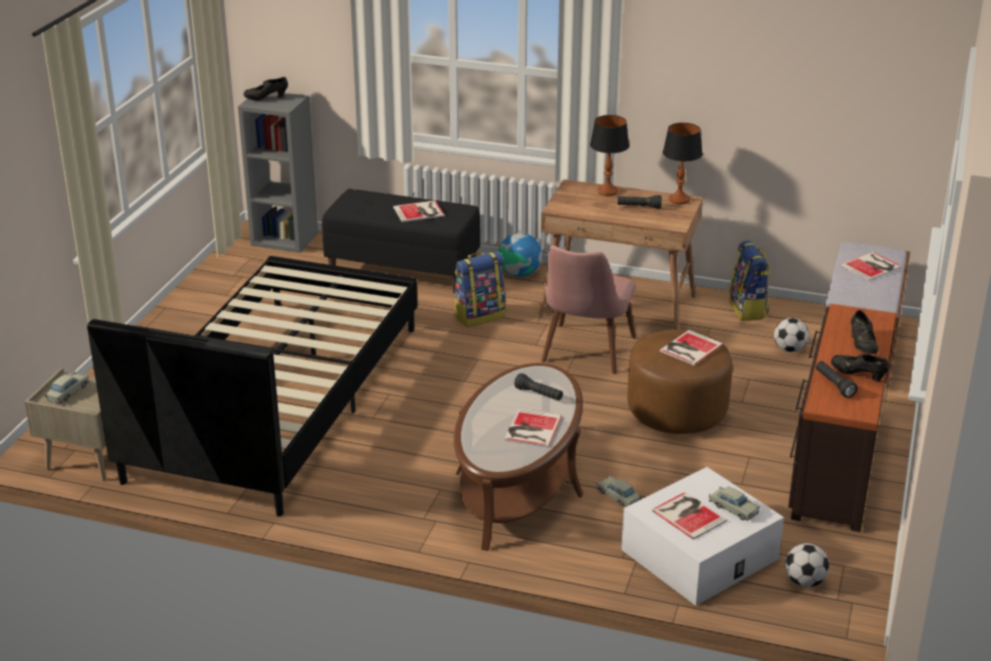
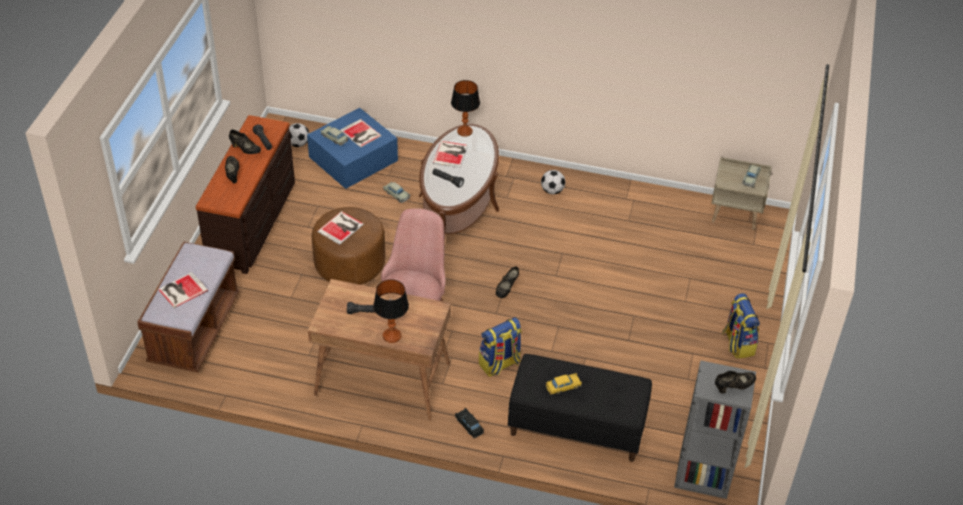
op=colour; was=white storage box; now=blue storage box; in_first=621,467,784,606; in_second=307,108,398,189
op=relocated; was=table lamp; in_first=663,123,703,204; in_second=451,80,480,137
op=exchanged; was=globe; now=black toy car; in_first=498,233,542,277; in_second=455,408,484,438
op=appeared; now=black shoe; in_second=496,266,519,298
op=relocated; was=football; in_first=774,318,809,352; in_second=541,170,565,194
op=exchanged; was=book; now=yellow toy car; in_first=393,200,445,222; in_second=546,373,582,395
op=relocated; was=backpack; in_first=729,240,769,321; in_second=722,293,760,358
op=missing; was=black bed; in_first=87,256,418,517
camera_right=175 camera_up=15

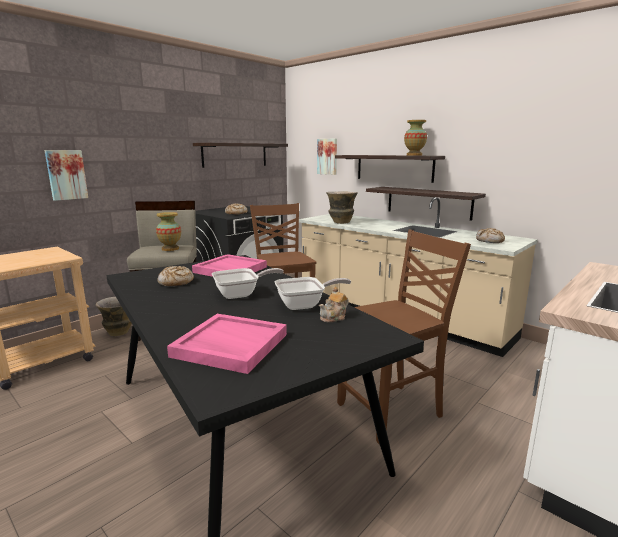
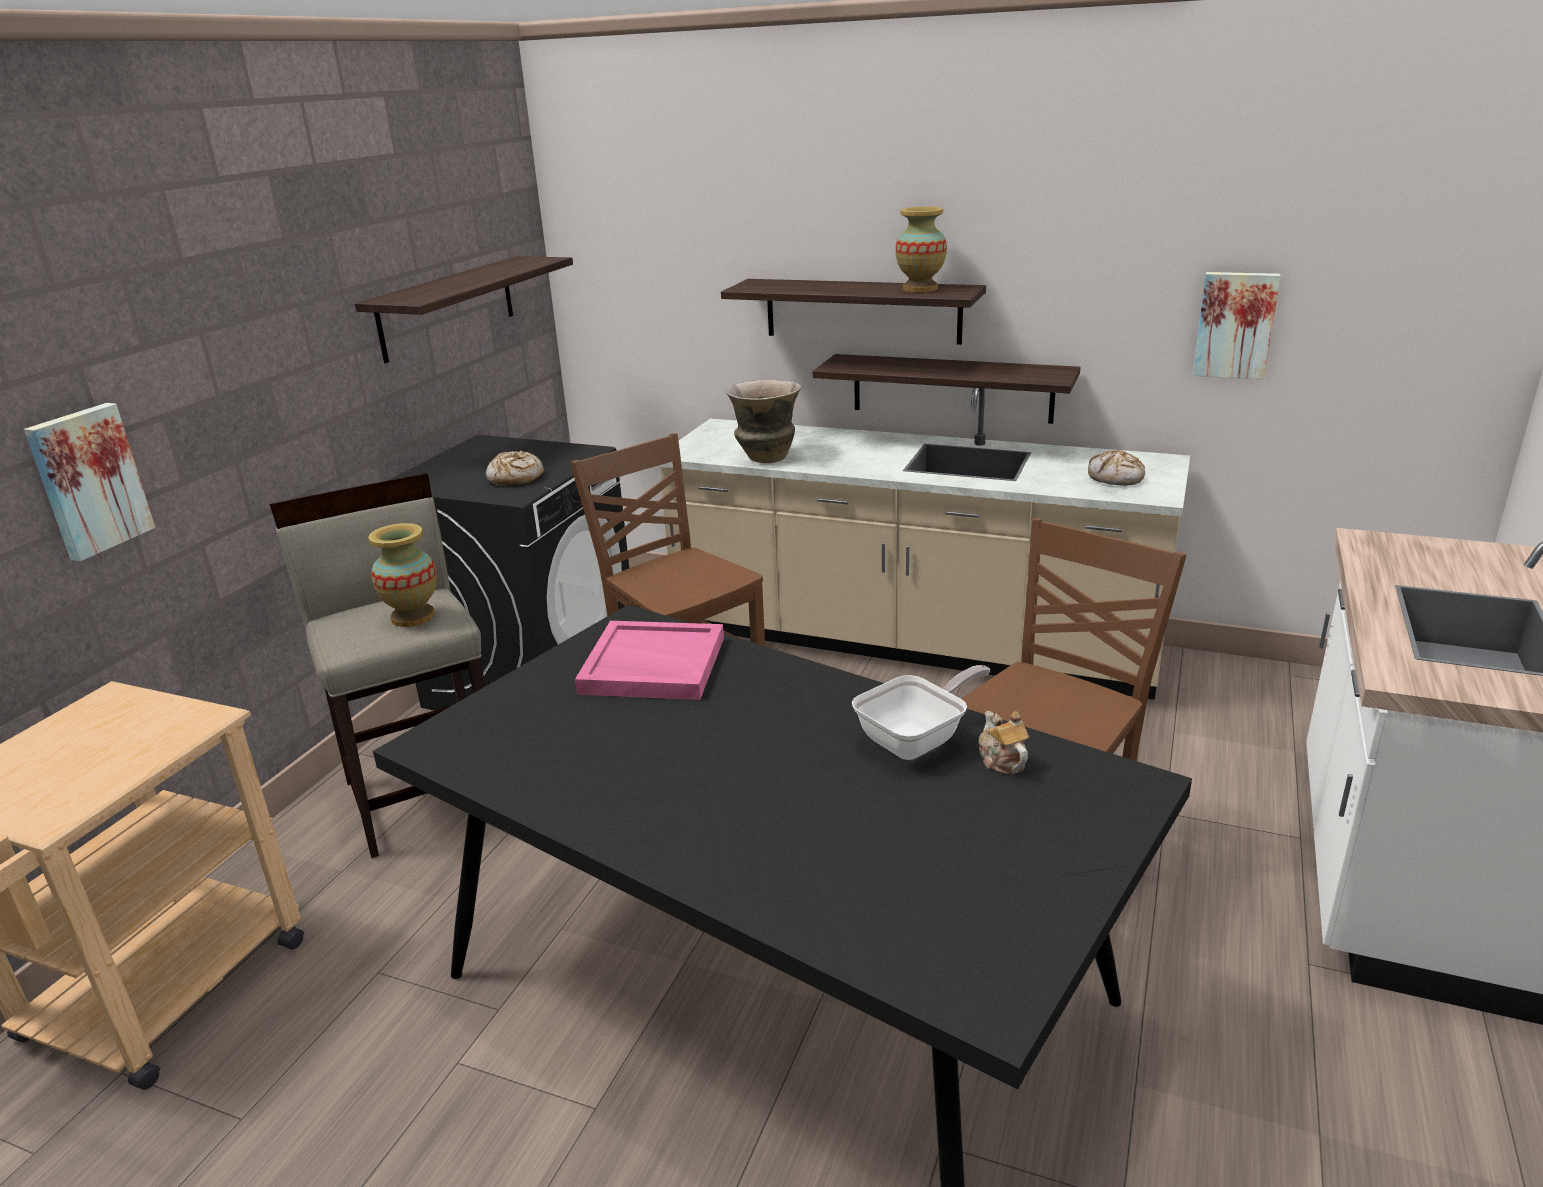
op=spun; was=teapot; in_first=319,287,349,323; in_second=978,711,1029,774; clockwise=135
op=relocated; was=picture; in_first=317,139,337,175; in_second=1193,272,1281,379
op=missing; was=vase; in_first=95,297,132,336
op=missing; was=bread; in_first=157,266,194,286
op=missing; was=pink tray; in_first=167,314,287,374
op=missing; was=frying pan; in_first=212,268,284,299
camera_right=-20 camera_up=10

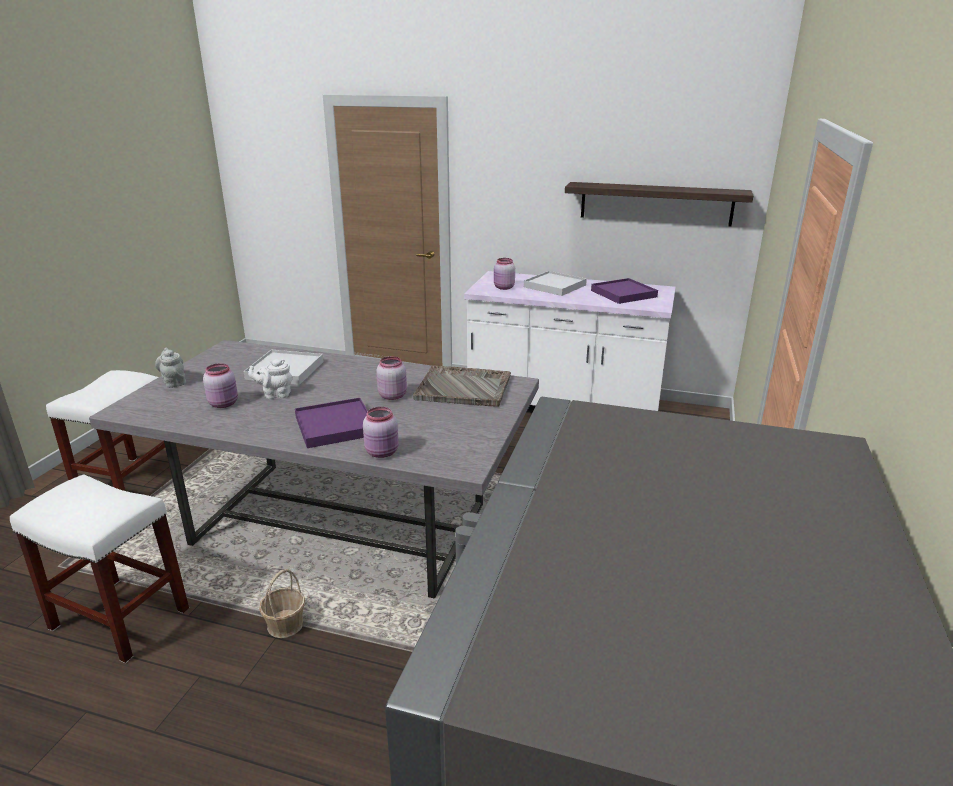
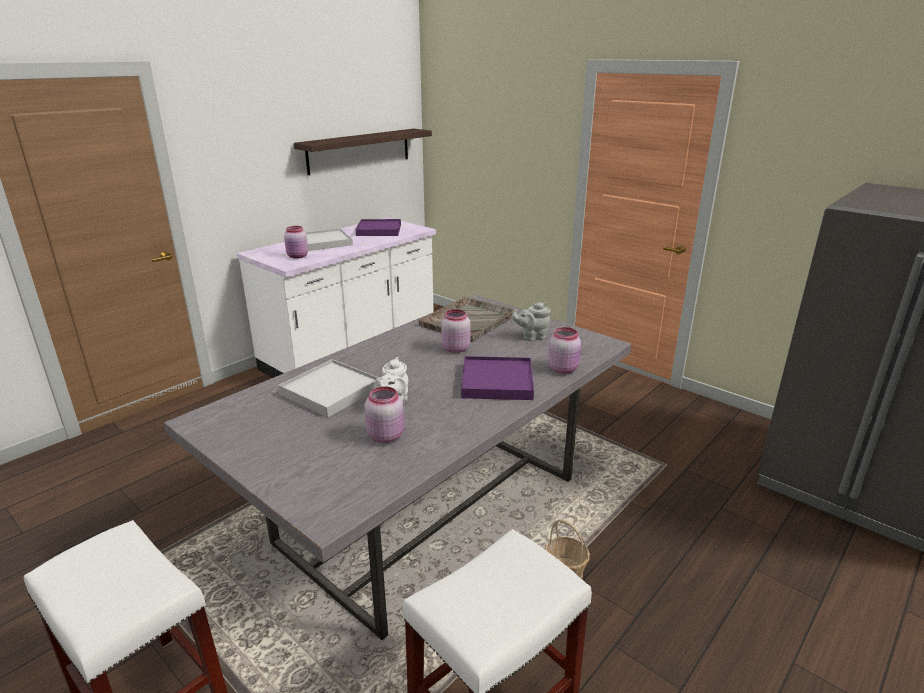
op=relocated; was=grey teapot; in_first=155,348,186,388; in_second=512,302,551,341
camera_right=-65 camera_up=0

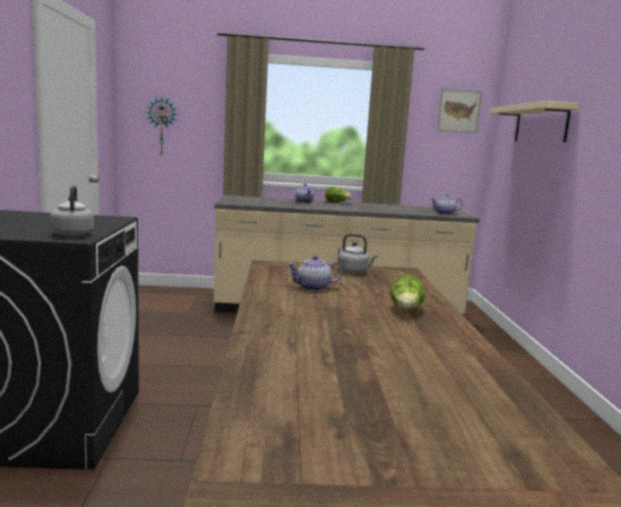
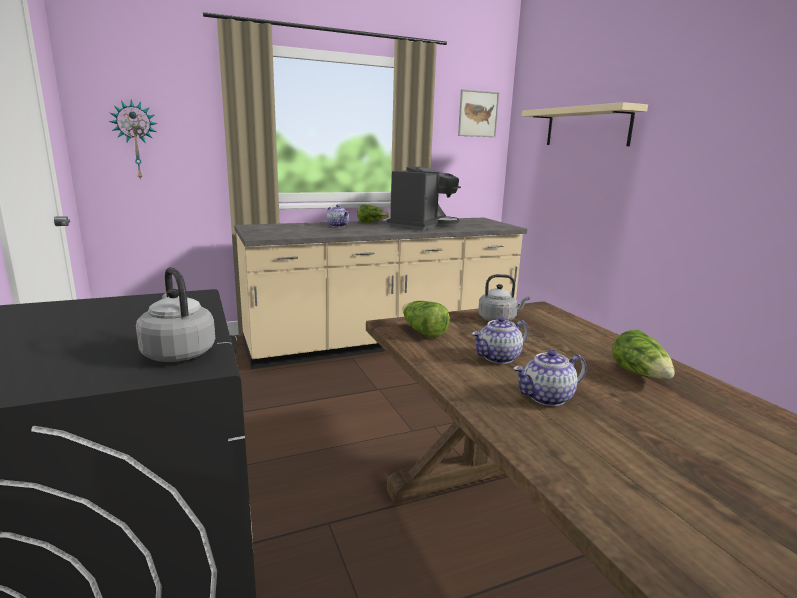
op=appeared; now=coffee machine; in_second=387,167,461,230
op=appeared; now=lettuce; in_second=402,301,450,339
op=relocated; was=teapot; in_first=431,194,463,215; in_second=513,350,587,406
camera_right=-20 camera_up=5

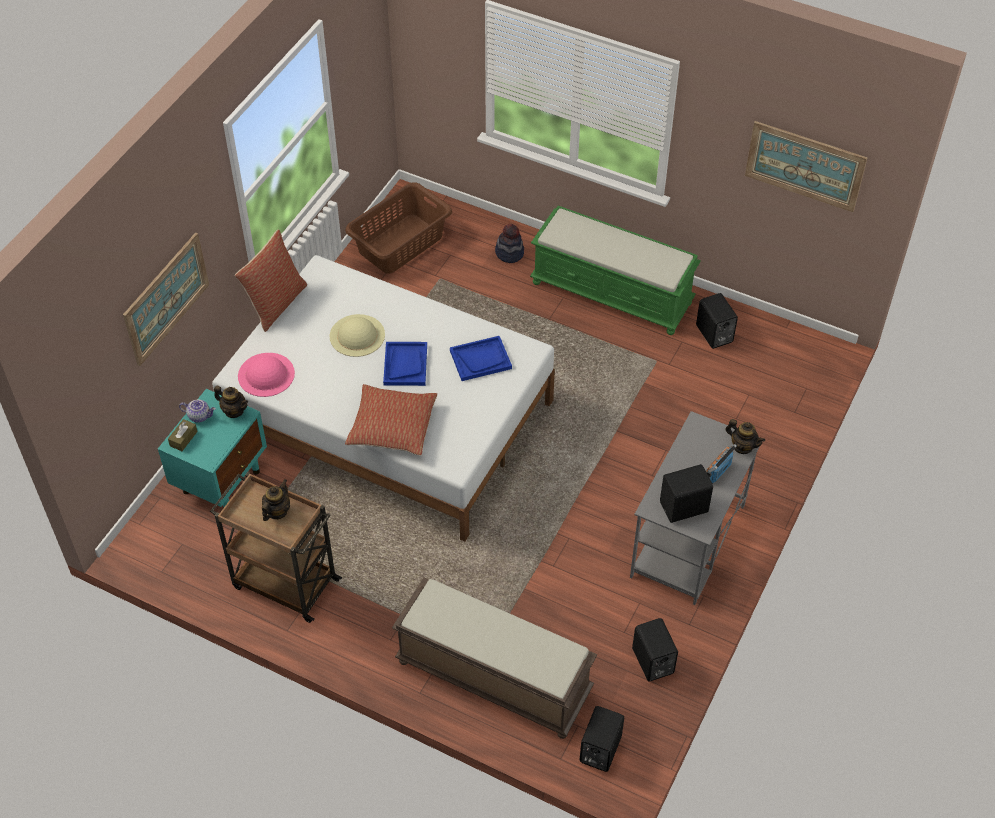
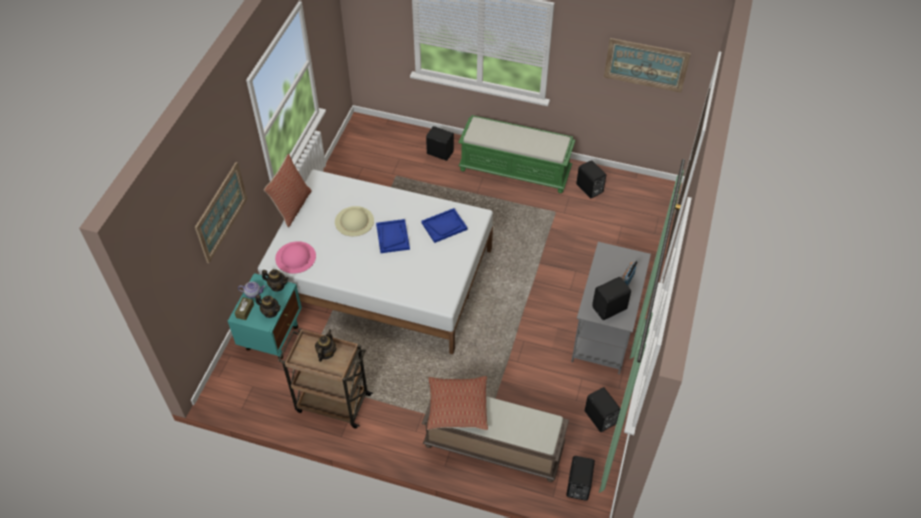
op=relocated; was=teapot; in_first=726,419,765,454; in_second=255,295,281,318
op=exchanged; was=hat; now=black speaker; in_first=495,224,524,263; in_second=426,126,454,161
op=relocated; was=pillow; in_first=345,384,437,455; in_second=427,376,488,430
op=missing; was=brown laundry basket; in_first=345,182,452,274
camera_right=-10 camera_up=0

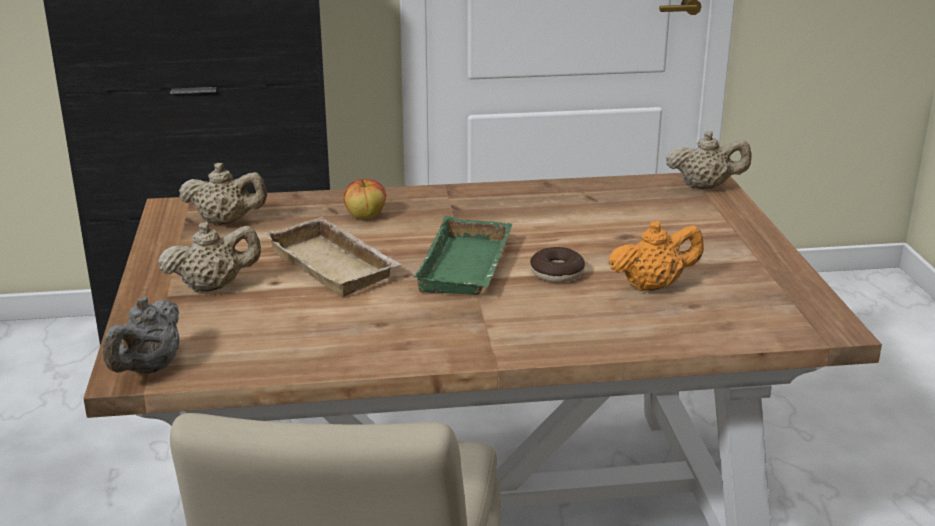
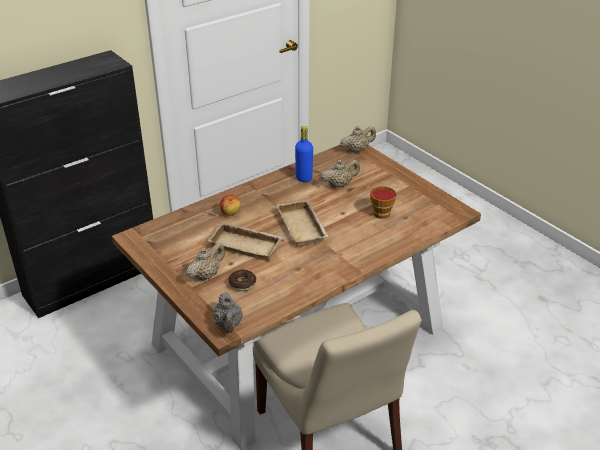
op=relocated; was=donut; in_first=530,247,585,283; in_second=228,270,256,291
op=colour; was=green tray; now=beige tray; in_first=413,216,512,295; in_second=276,200,329,247
op=appeared; now=blue bottle; in_second=295,126,313,182
op=relocated; was=beige teapot; in_first=179,163,267,225; in_second=321,160,360,188
op=exchanged; was=orange teapot; now=cup; in_first=609,221,704,291; in_second=370,186,397,219
camera_right=-30 camera_up=10

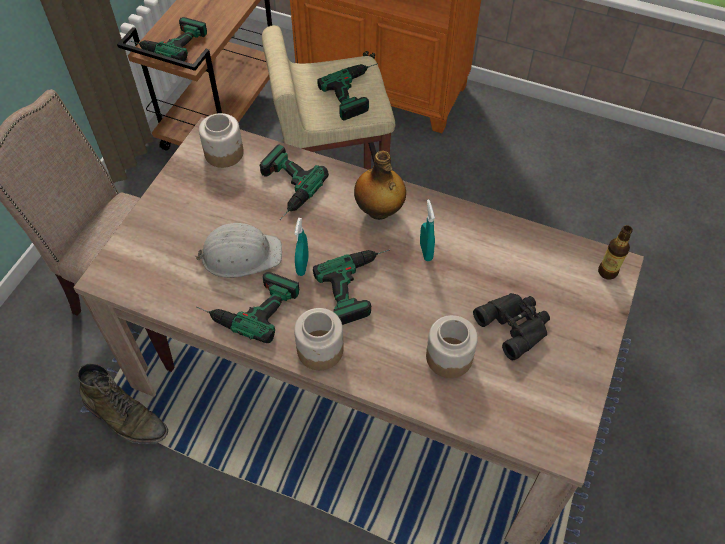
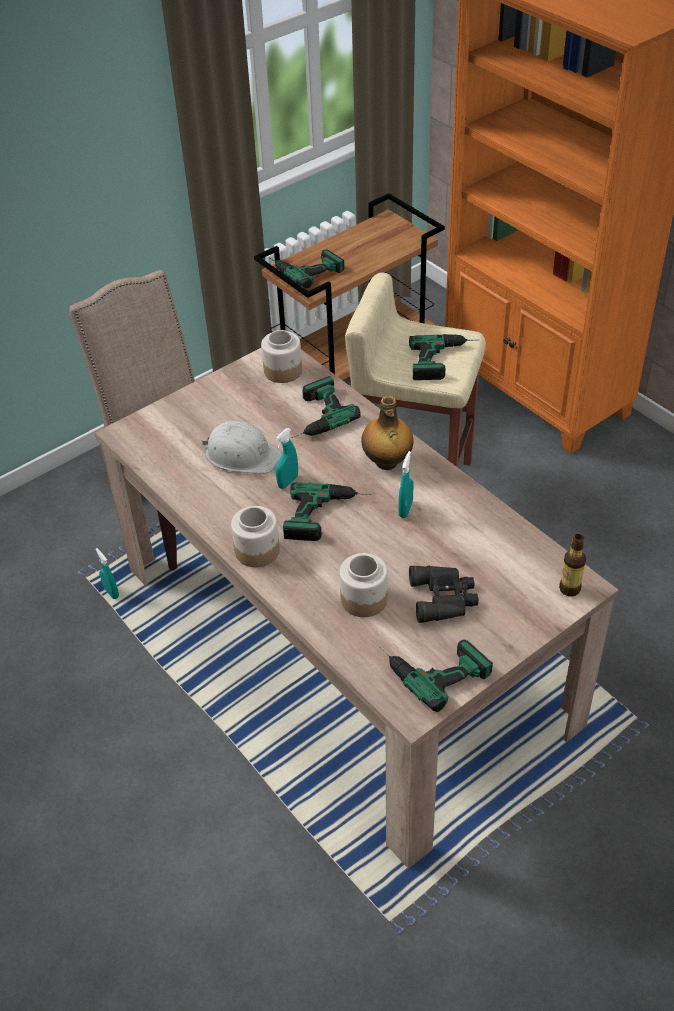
op=exchanged; was=green boot; now=turquoise spray bottle; in_first=78,363,168,444; in_second=95,548,119,599
op=relocated; was=power drill; in_first=196,272,299,343; in_second=379,640,493,712
camera_right=30 camera_up=-10

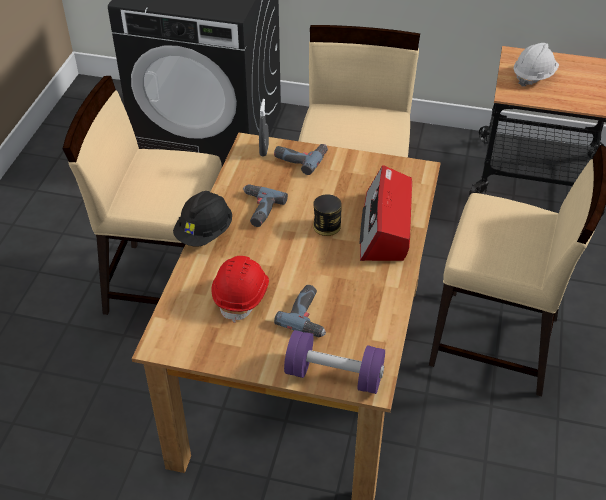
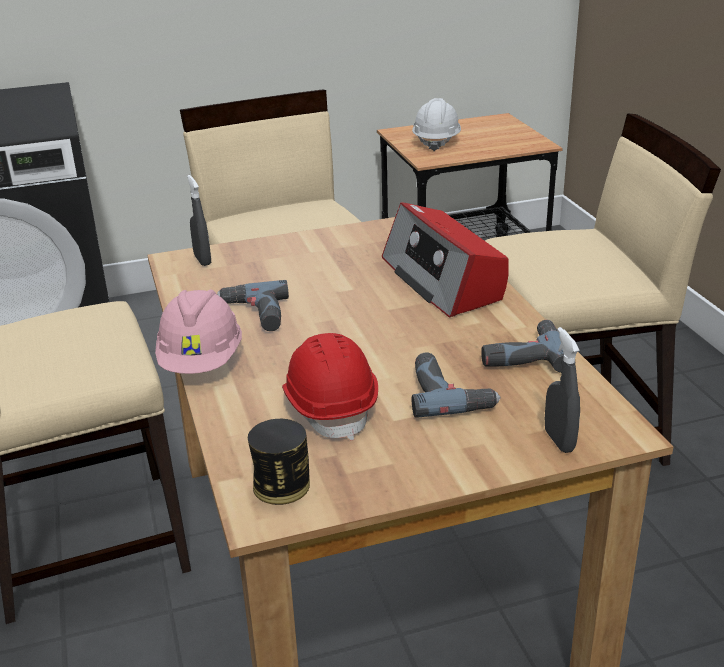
op=colour; was=black hard hat; now=pink hard hat; in_first=173,191,232,246; in_second=155,289,242,374
op=relocated; was=can; in_first=313,194,342,236; in_second=248,419,310,505
op=relocated; was=power drill; in_first=274,144,328,175; in_second=481,320,564,373
op=exchanged; was=purple dumbbell; now=grey spray bottle; in_first=284,330,385,394; in_second=545,327,580,453
camera_right=-30 camera_up=-15

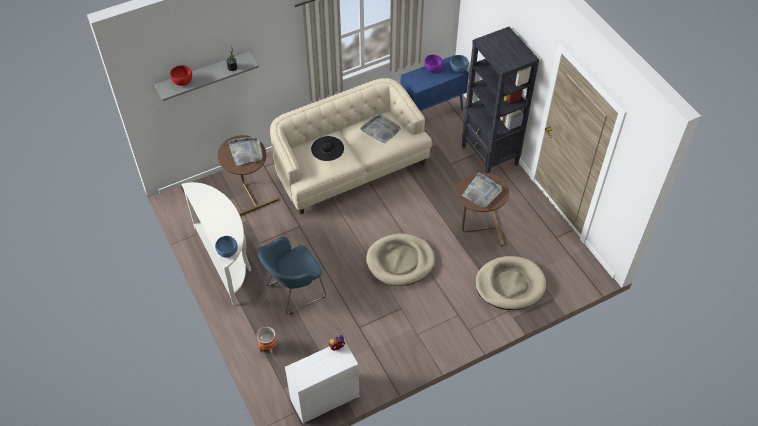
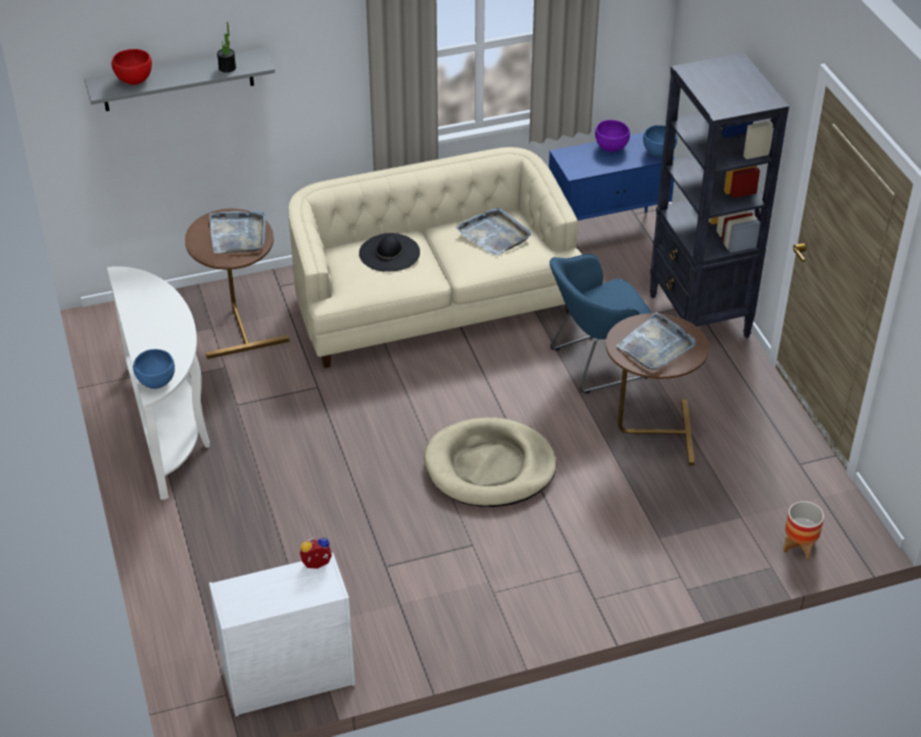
op=relocated; was=blue armchair; in_first=257,237,326,314; in_second=550,254,652,394
op=relocated; was=planter; in_first=257,327,277,355; in_second=783,501,824,560
op=missing; was=beige dog bed; in_first=475,256,546,310
camera_right=10 camera_up=-10

